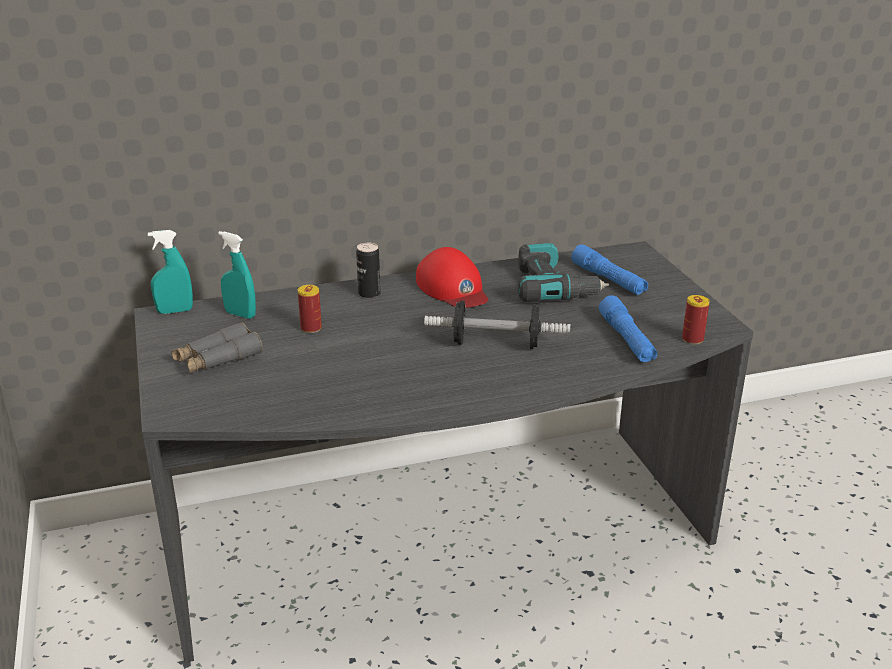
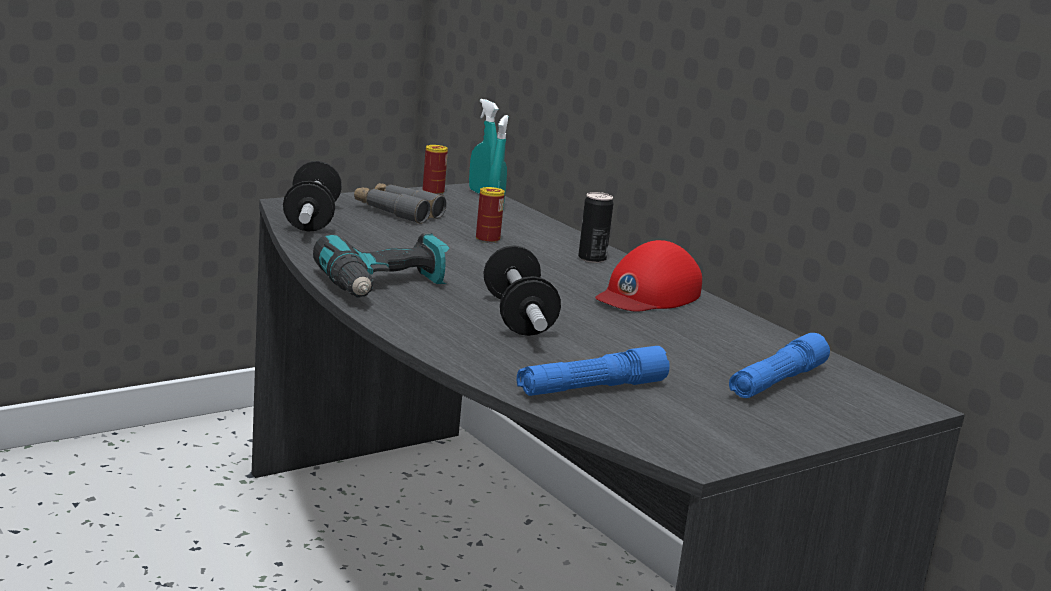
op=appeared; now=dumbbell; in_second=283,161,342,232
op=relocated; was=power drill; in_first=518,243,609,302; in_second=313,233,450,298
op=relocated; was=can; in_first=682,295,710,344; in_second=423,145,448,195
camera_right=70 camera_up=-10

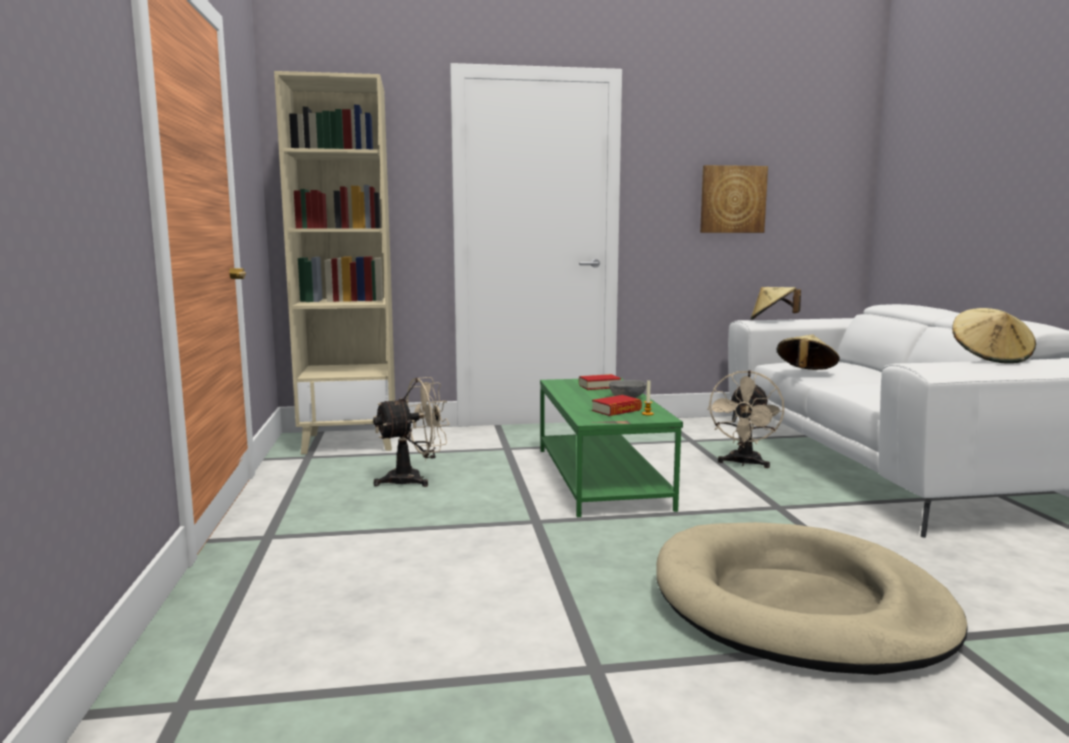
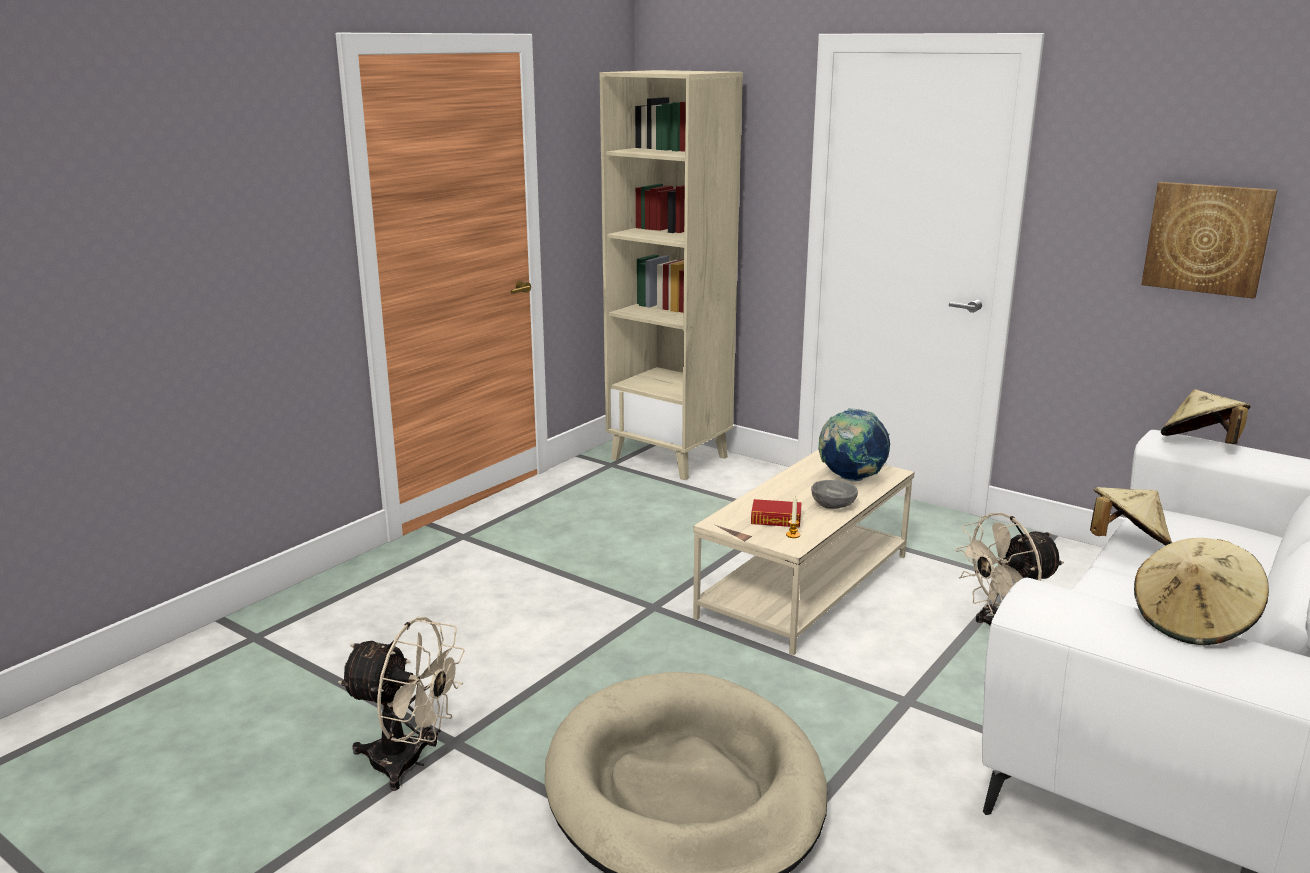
op=relocated; was=beige fan; in_first=373,377,450,487; in_second=338,617,465,791
op=colour; was=green coffee table; now=beige coffee table; in_first=540,377,683,517; in_second=693,449,915,656
op=exchanged; was=book; now=globe; in_first=579,374,621,390; in_second=818,408,890,482
camera_right=45 camera_up=10

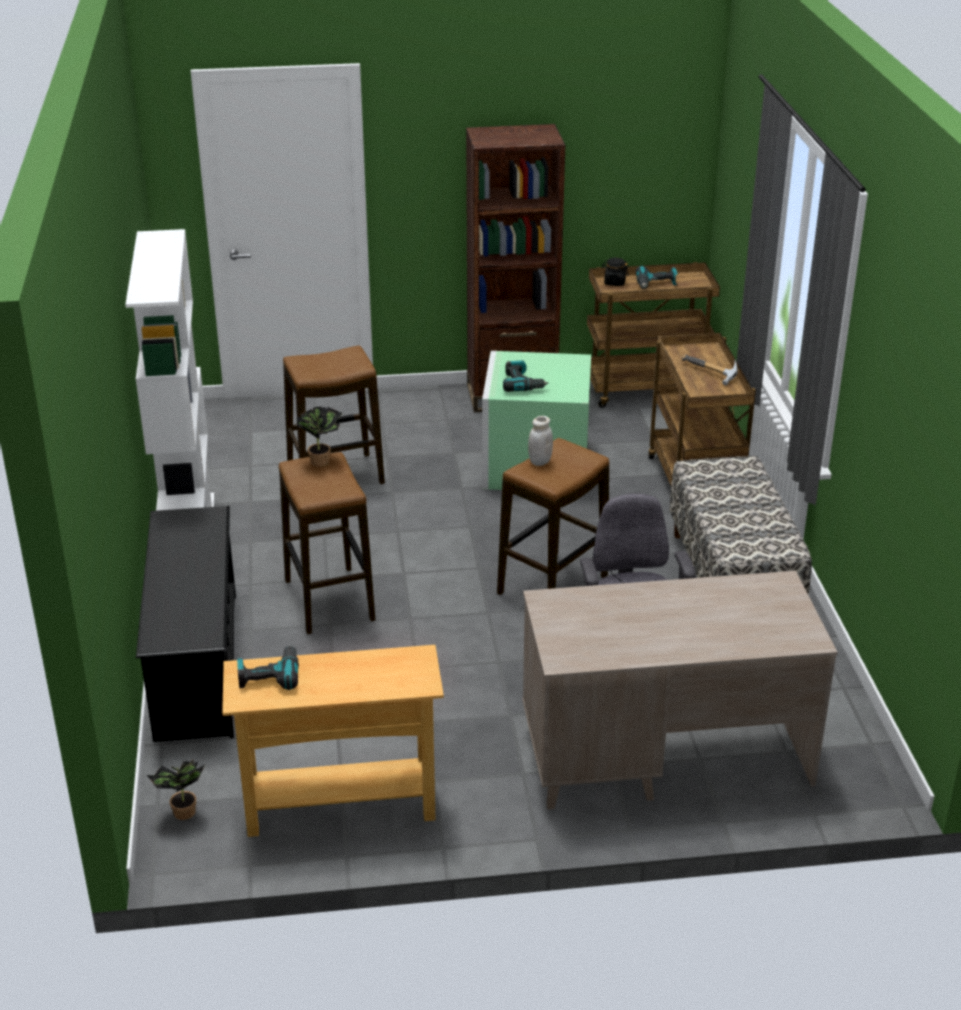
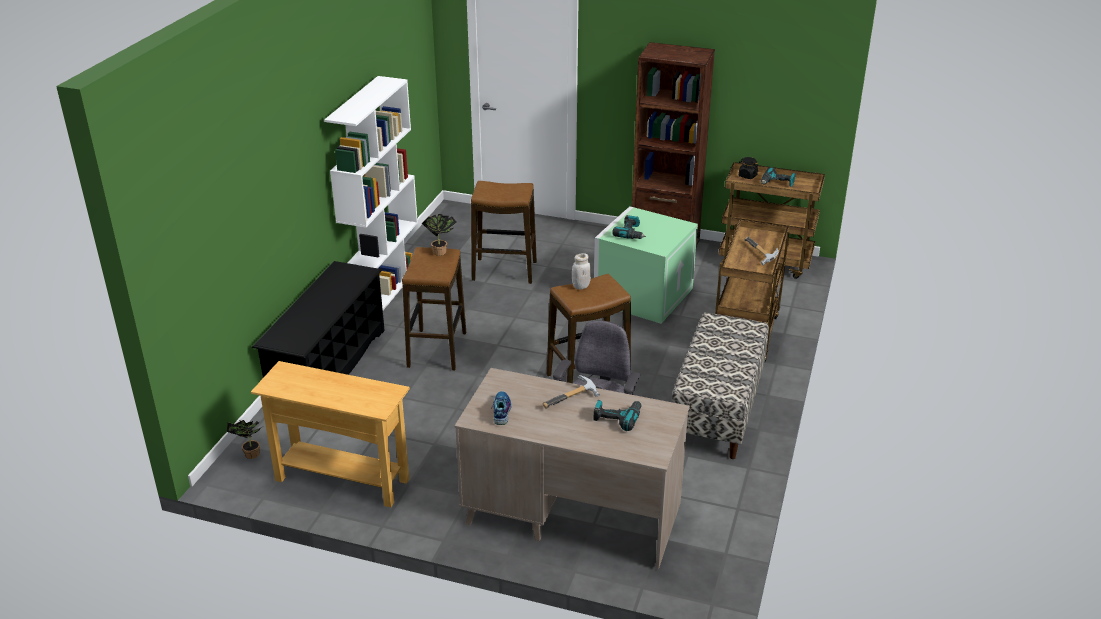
op=appeared; now=shoe; in_second=491,391,512,425
op=appeared; now=hammer; in_second=543,375,600,409
op=relocated; was=power drill; in_first=237,645,299,690; in_second=594,400,641,431
camera_right=25 camera_up=0

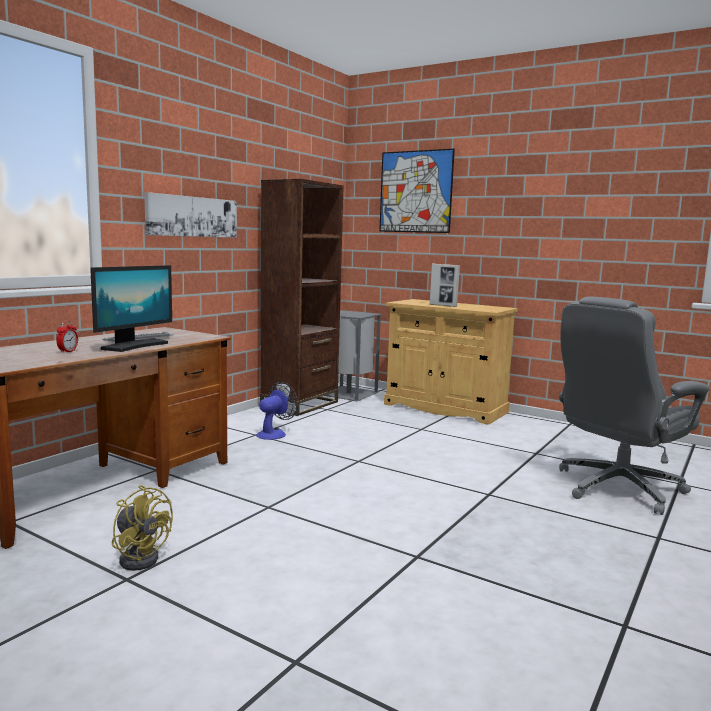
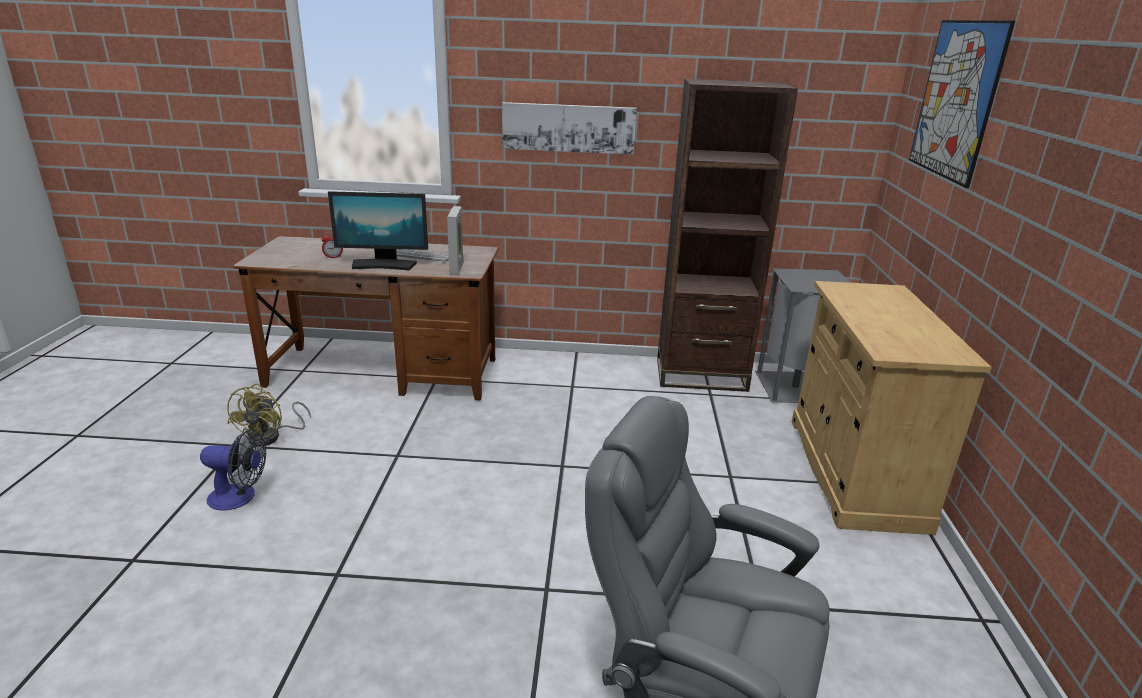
op=relocated; was=fan; in_first=256,382,298,440; in_second=200,429,266,511
op=relocated; was=picture frame; in_first=430,263,460,307; in_second=447,206,464,275
camera_right=60 camera_up=15

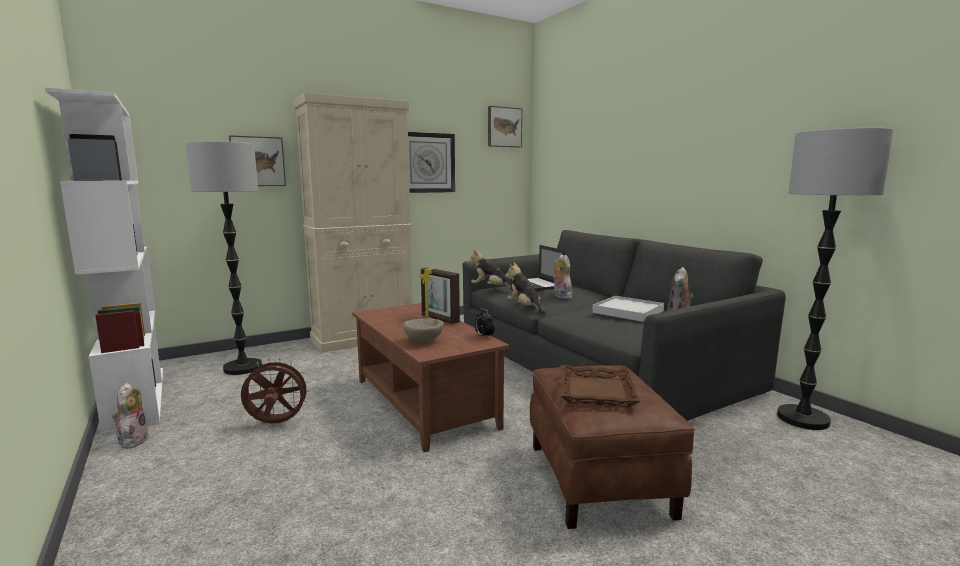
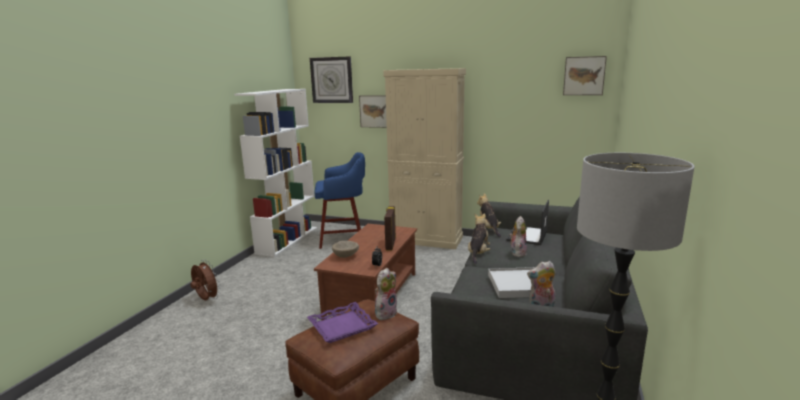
op=relocated; was=brown fan; in_first=240,357,311,423; in_second=190,260,221,300
op=colour; was=brown tray; now=purple tray; in_first=560,365,641,407; in_second=307,302,378,343
op=relocated; was=wall clock; in_first=408,132,455,193; in_second=310,56,353,103
op=exchanged; was=floor lamp; now=blue stool; in_first=186,141,262,375; in_second=314,152,365,249
op=relocated; was=plush toy; in_first=112,382,149,449; in_second=375,268,397,320
camera_right=50 camera_up=5

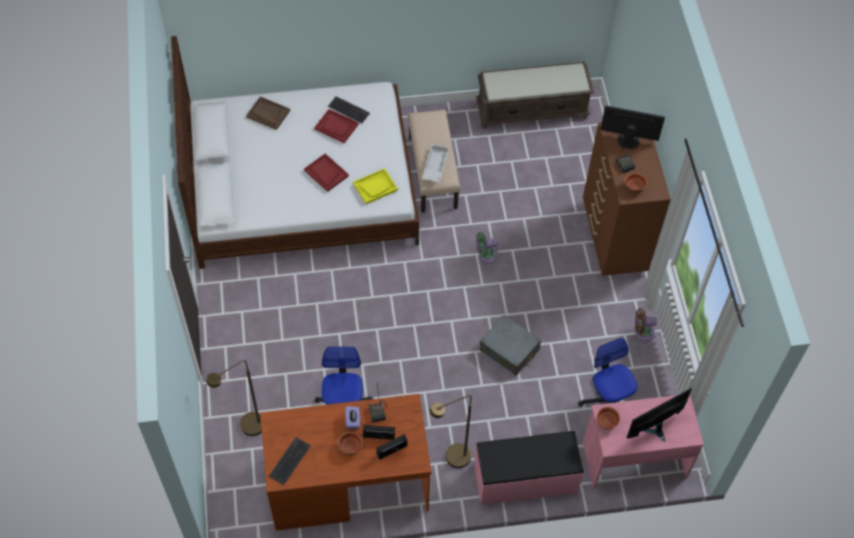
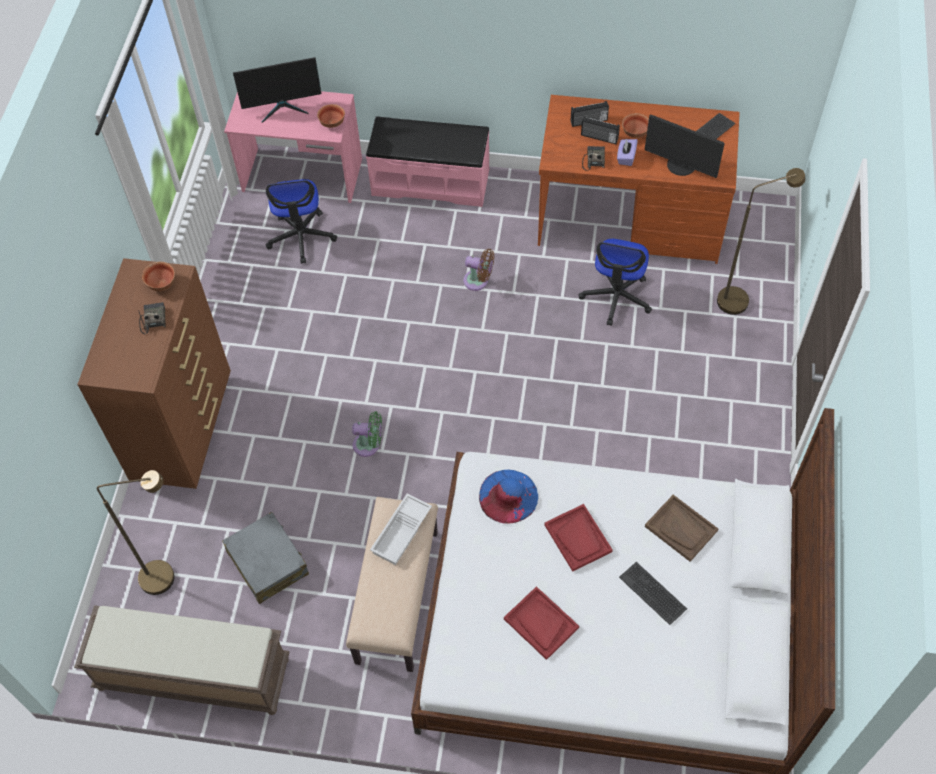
op=relocated; was=brown floor lamp; in_first=429,395,472,468; in_second=97,470,175,595
op=relocated; was=grey suitcase; in_first=480,315,541,375; in_second=222,512,309,604
op=relocated; was=brown fan; in_first=635,308,657,341; in_second=463,249,494,291
op=exchanged; was=yellow tray; now=blue hat; in_first=353,168,398,204; in_second=479,470,538,524
op=relocated; was=keyboard; in_first=328,96,370,123; in_second=619,562,687,625
op=relocated; was=monitor; in_first=600,106,665,149; in_second=645,115,725,178
op=relocated; was=brown tray; in_first=246,97,290,130; in_second=645,495,718,562
camera_right=-160 camera_up=0

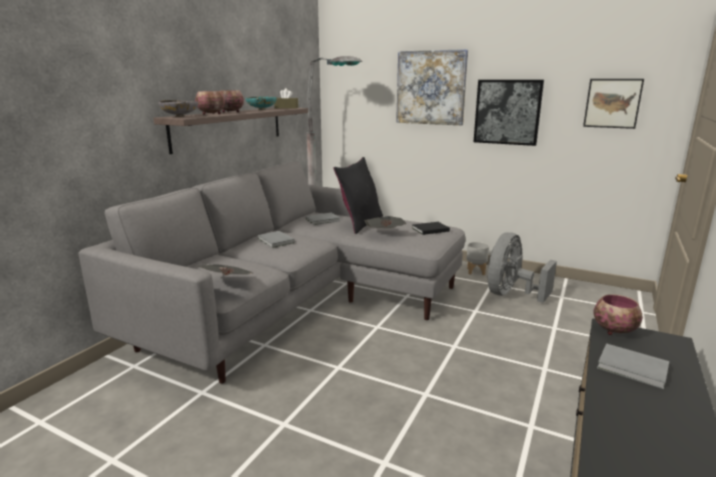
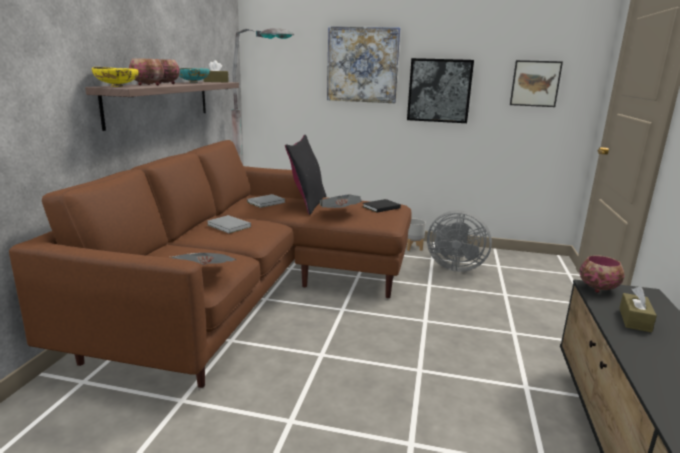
op=colour; was=grey sofa; now=brown sofa; in_first=79,161,465,384; in_second=9,140,412,388
op=colour; was=grey bowl; now=yellow bowl; in_first=159,100,198,117; in_second=92,67,139,87
op=spun; was=grey fan; in_first=488,232,557,303; in_second=427,210,492,272; clockwise=-90
op=exchanged; was=grey book; now=brown tissue box; in_first=597,343,669,389; in_second=619,286,657,333
camera_right=-15 camera_up=0

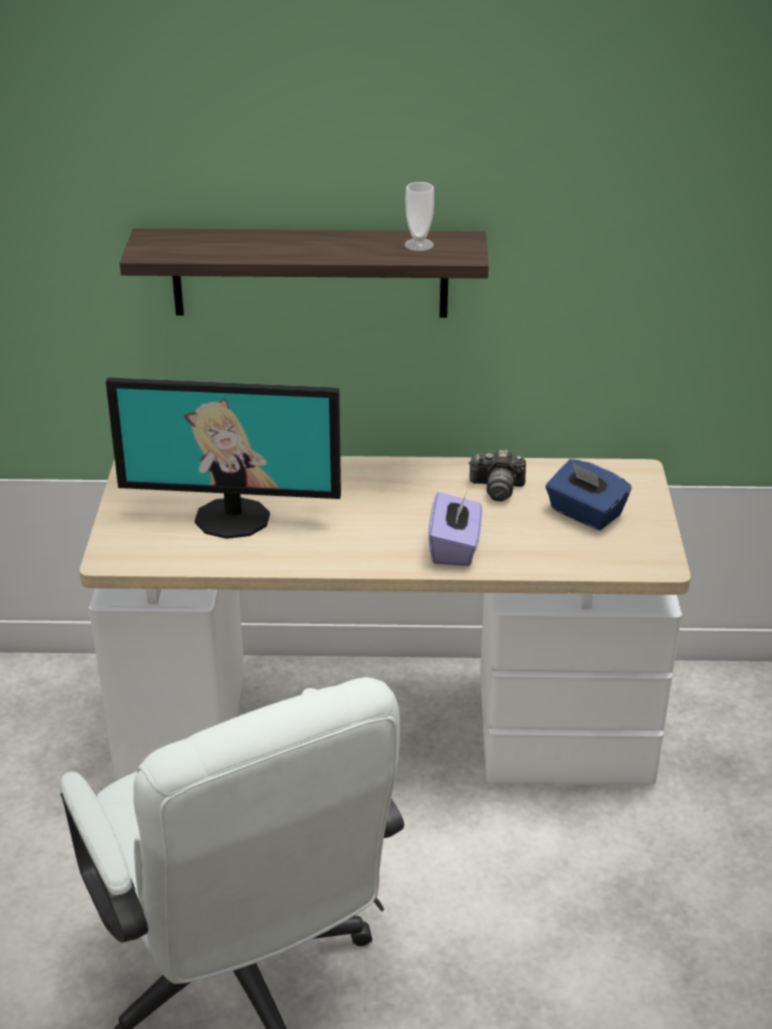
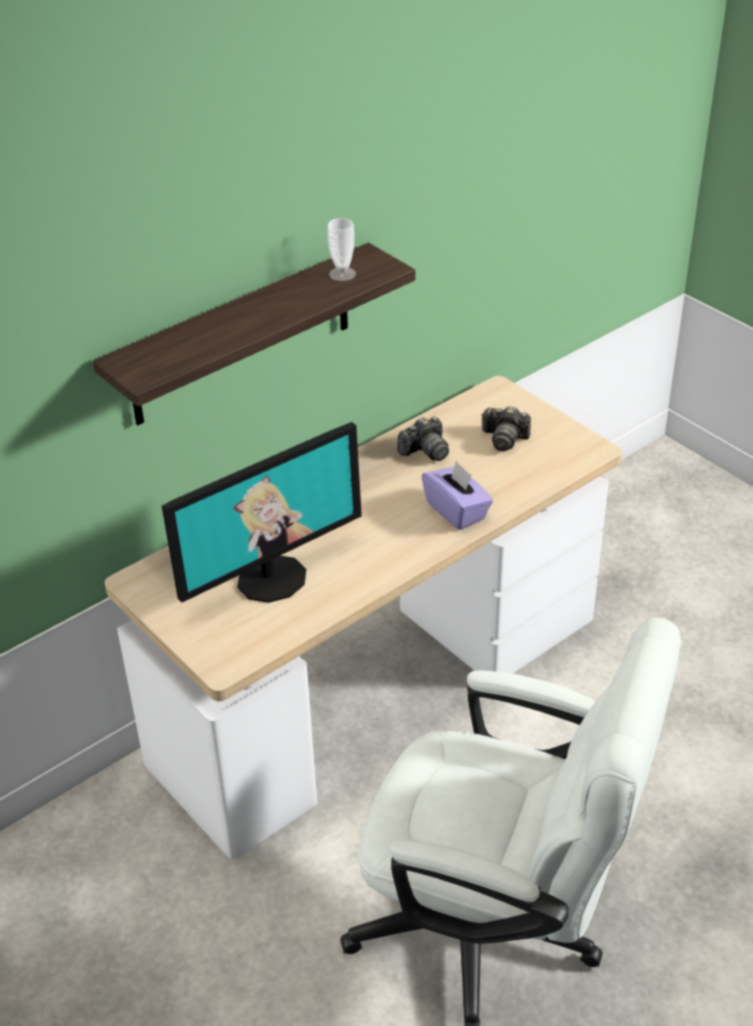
op=exchanged; was=blue tissue box; now=photo camera; in_first=545,459,631,530; in_second=481,406,531,451
camera_right=-40 camera_up=5

